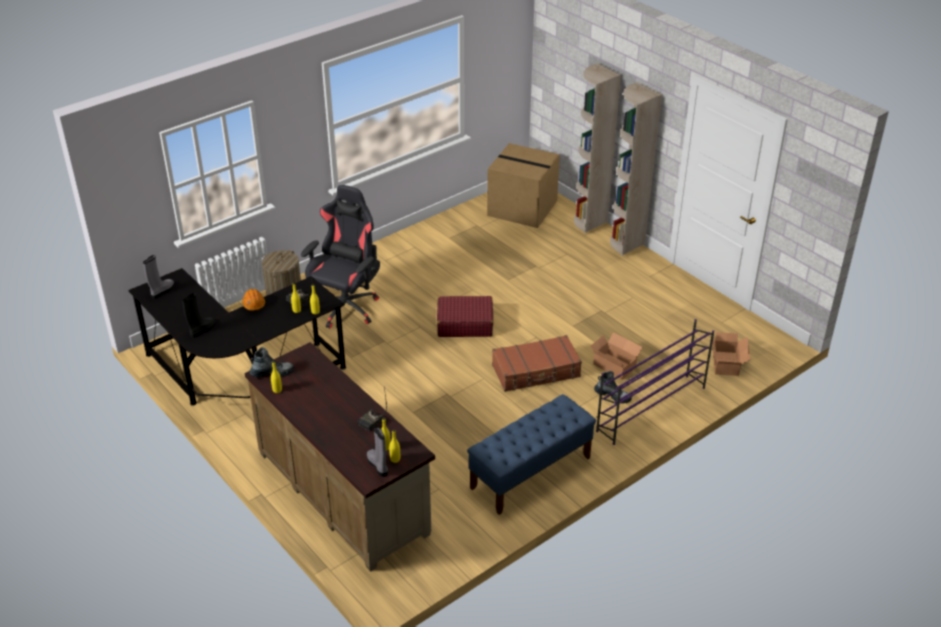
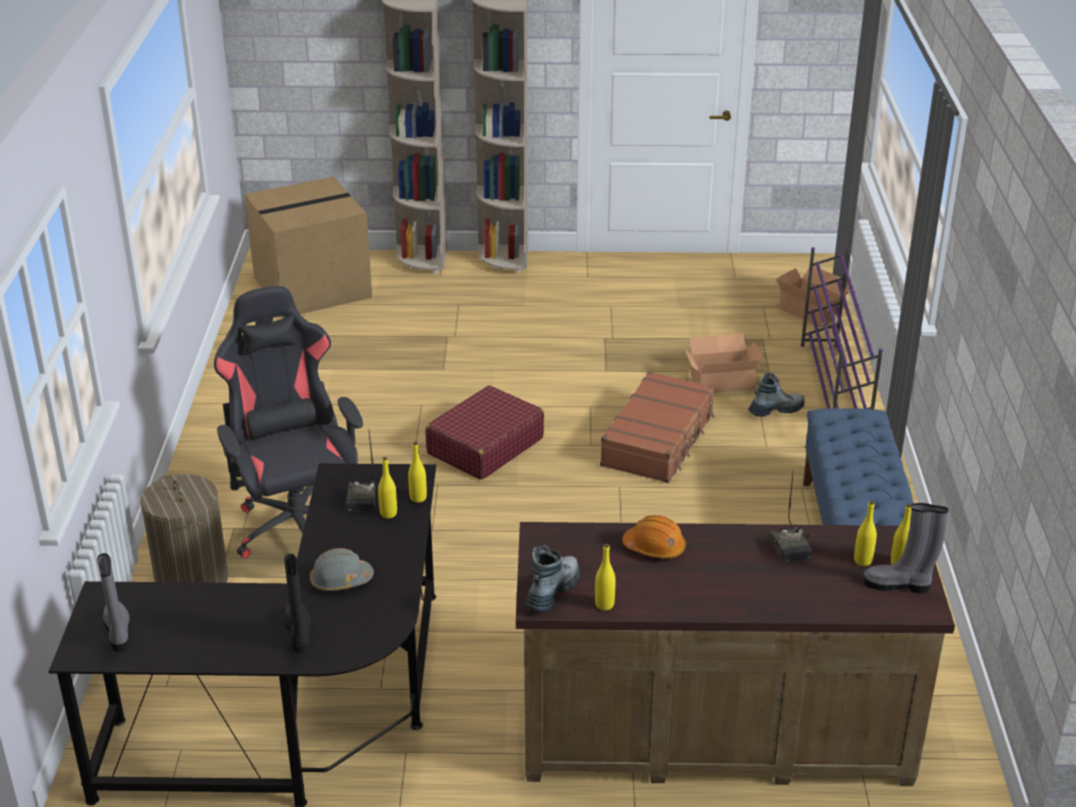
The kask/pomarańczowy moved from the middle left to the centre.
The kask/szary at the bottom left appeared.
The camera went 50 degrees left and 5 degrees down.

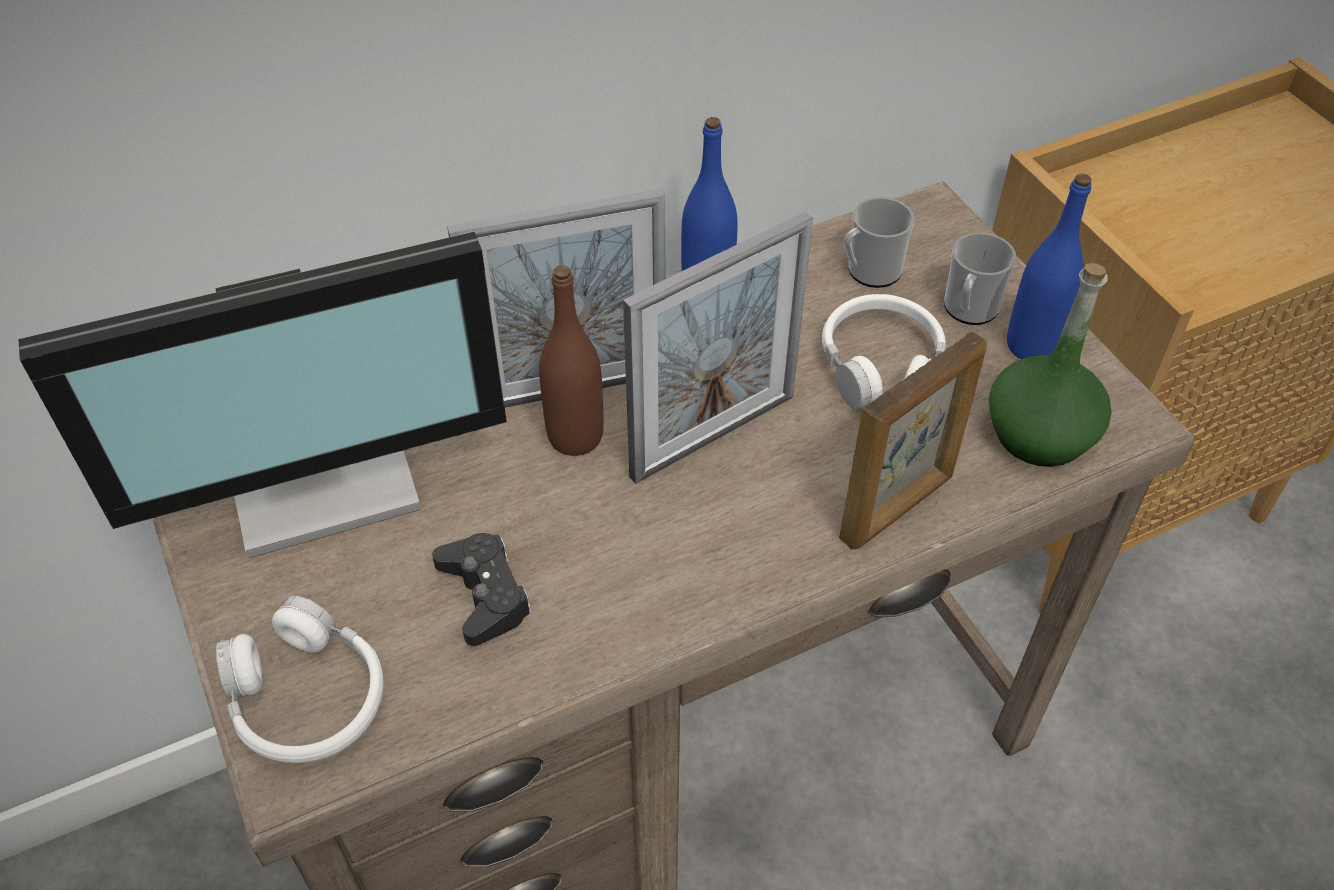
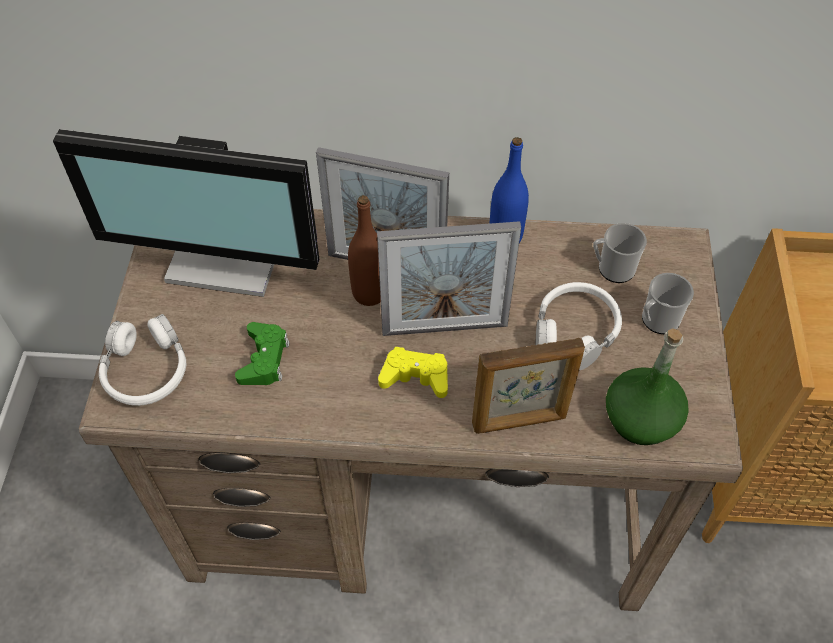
The pad do gier/czarny at the centre became the pad do gier/zielony at the middle left.
The butelka/niebieski (2nd from left) at the top right disappeared.
The pad do gier/żółty at the centre appeared.
The camera went 30 degrees right and 5 degrees up.

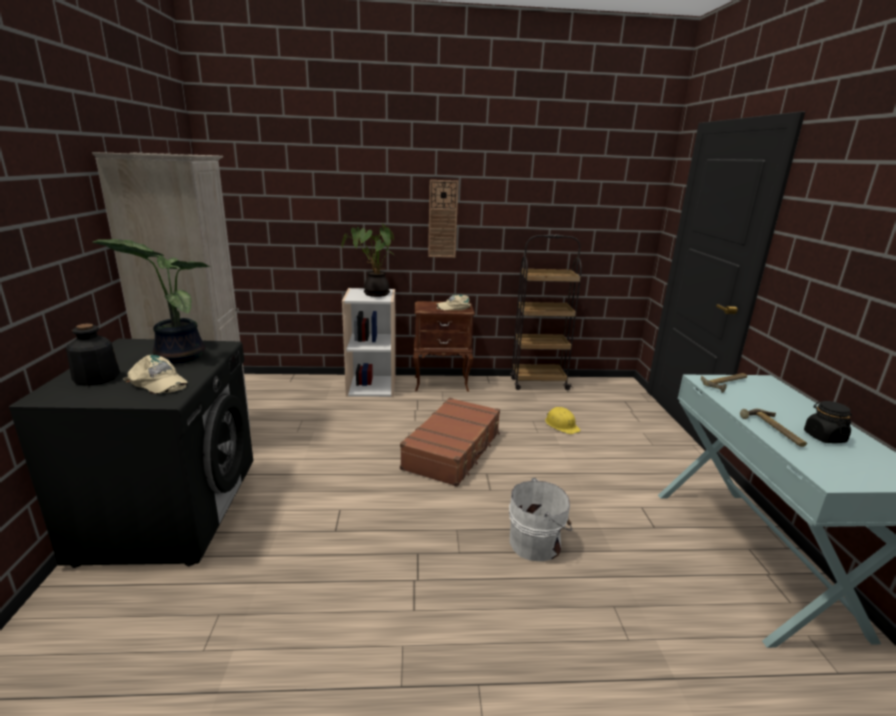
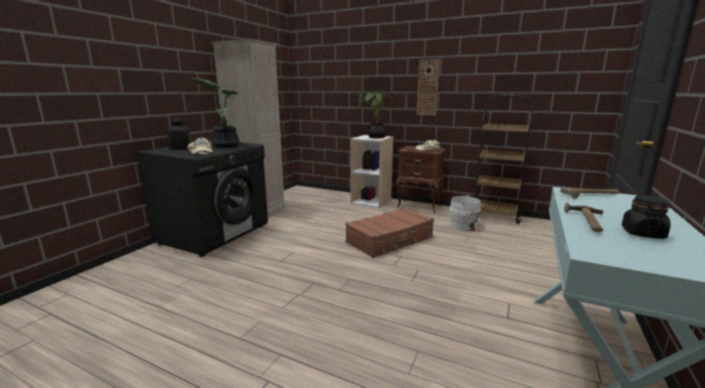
The wiadro/biały moved from the bottom centre to the centre.
The kask/żółty at the centre disappeared.
The camera went 30 degrees right and 5 degrees down.

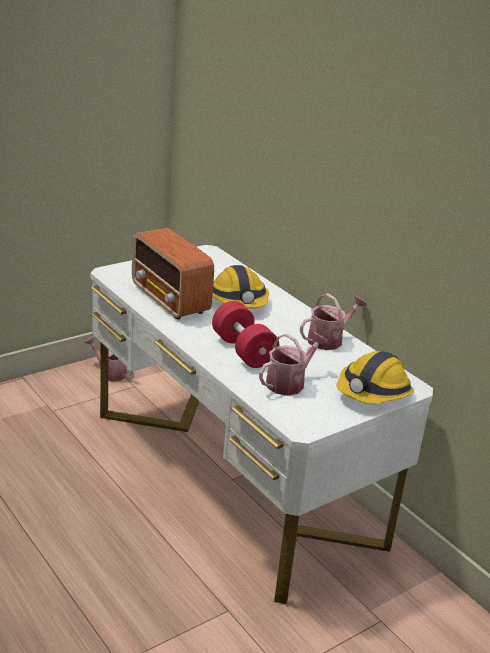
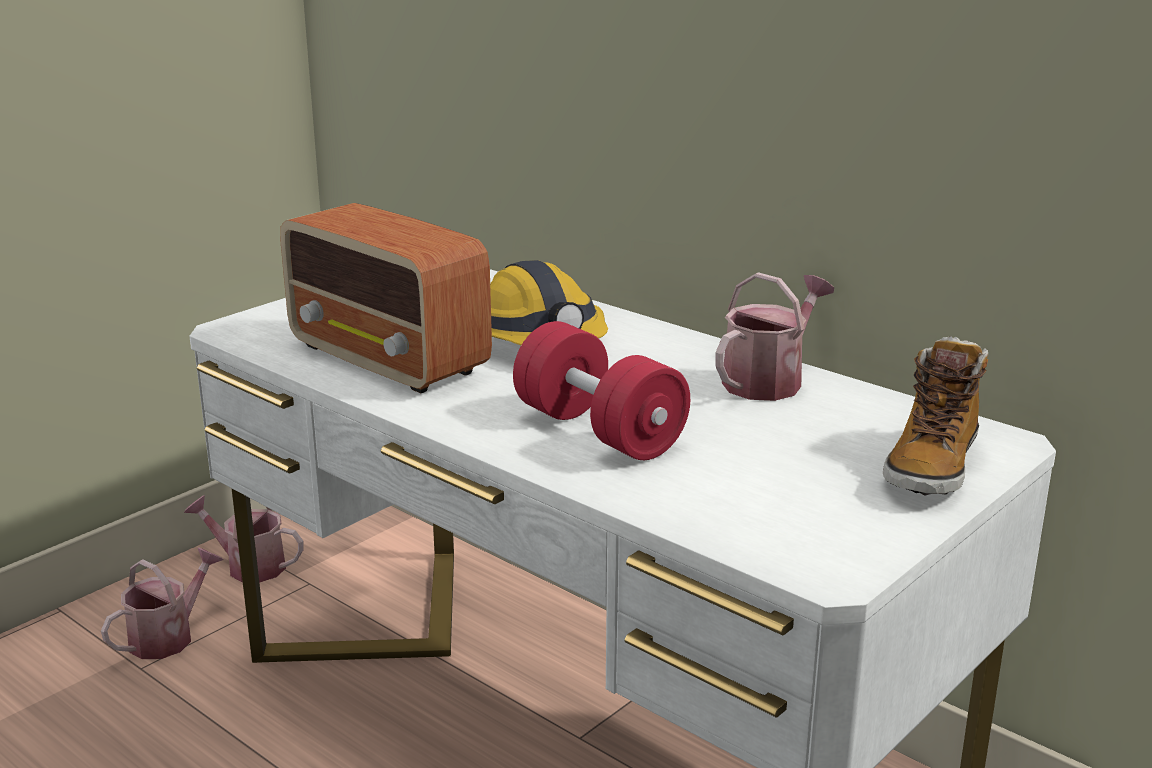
The konewka (2nd from left in the first image) moved from the centre to the bottom left.
The kask (2nd from left) at the middle right was replaced by the but z cholewką at the middle right.
The camera went 10 degrees left and 5 degrees down.

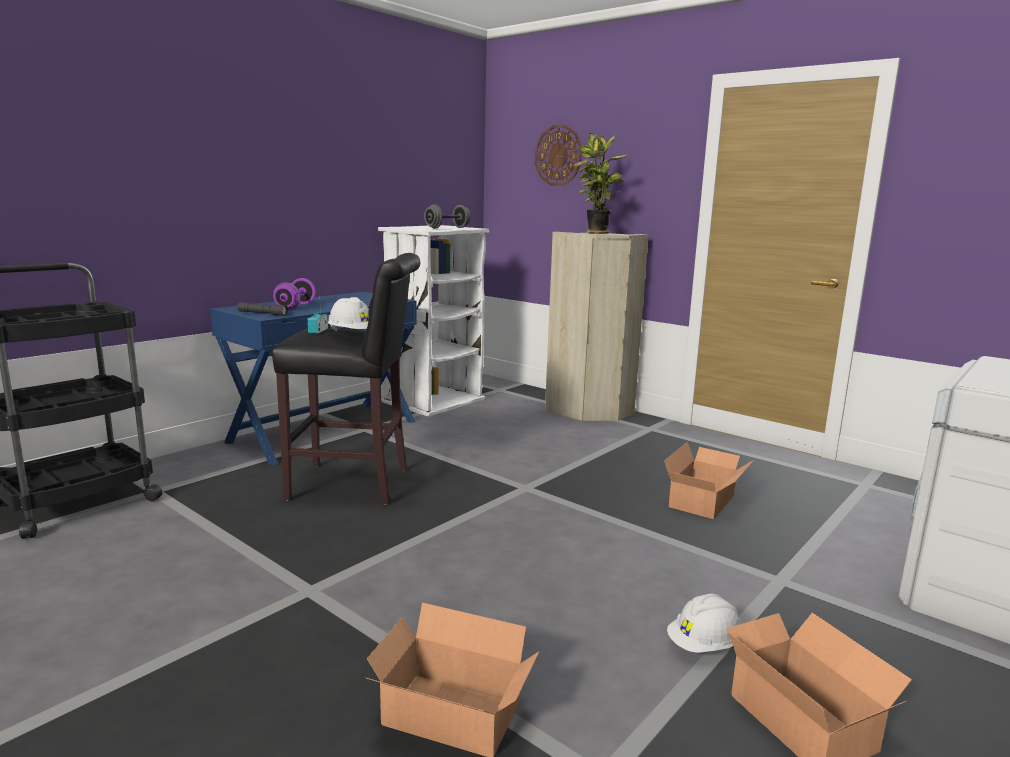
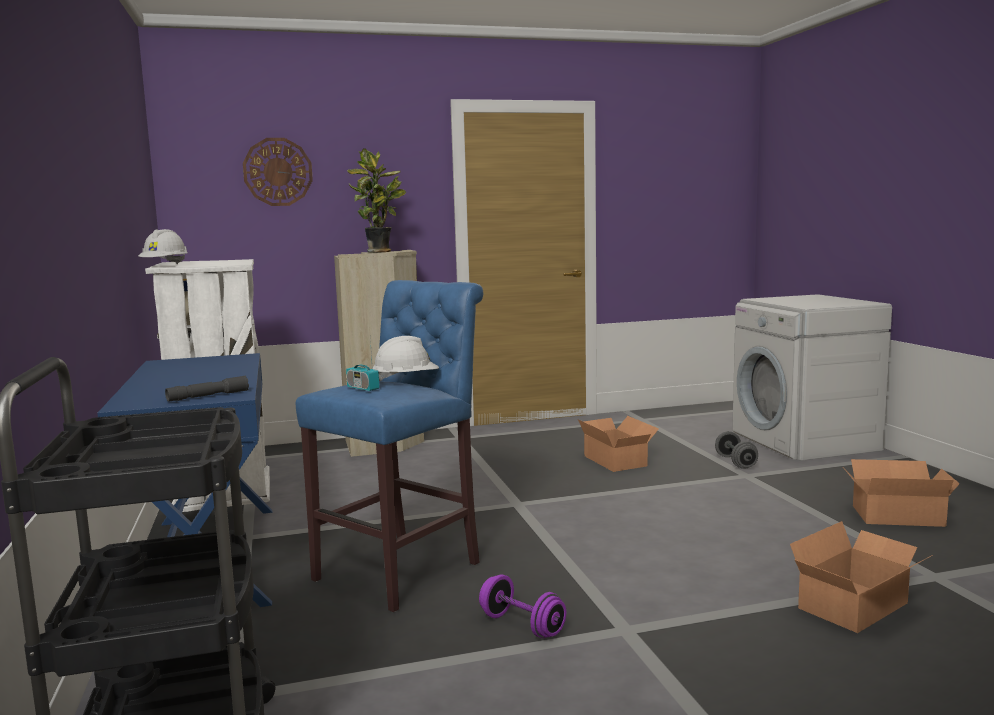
The stołek/czarny at the centre became the stołek/niebieski at the centre.
The hantel/fioletowy moved from the middle left to the bottom centre.
The hantel/szary moved from the top centre to the middle right.
The kask/biały (2nd from left in the first image) moved from the bottom right to the middle left.
The camera went 55 degrees left and 5 degrees down.

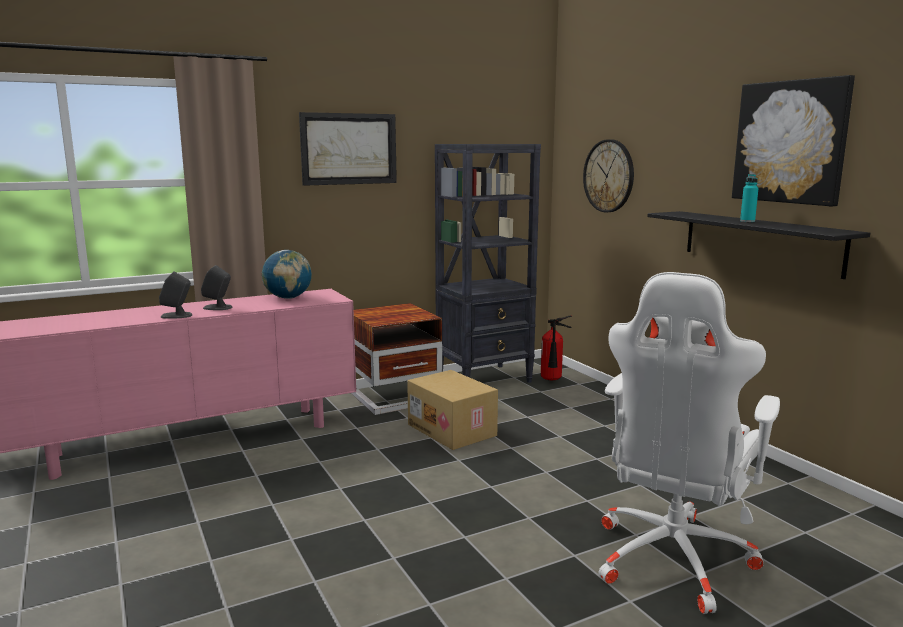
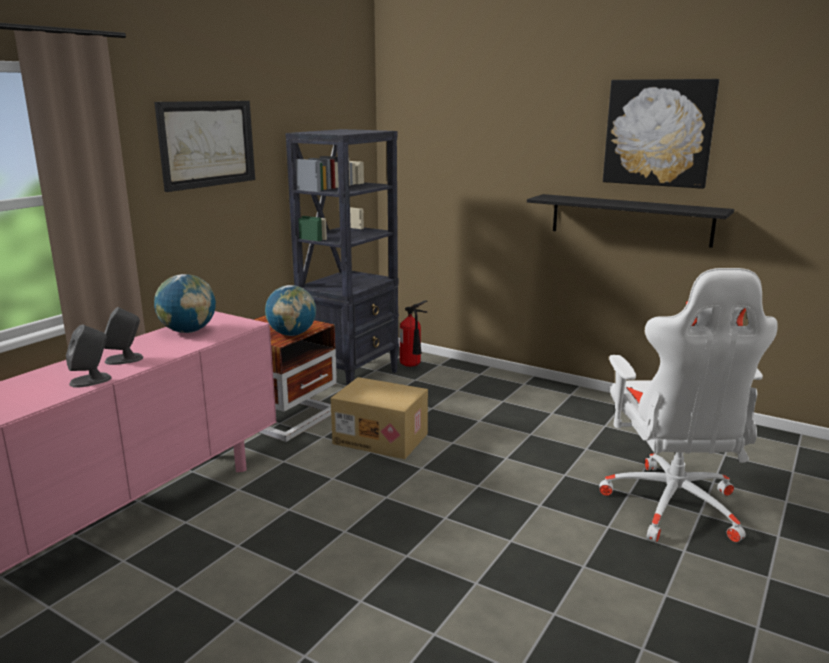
The zegar ścienny at the top right disappeared.
The butelka/turkusowy at the top right disappeared.
The globus (2nd from left) at the centre appeared.
The camera went 30 degrees left and 5 degrees up.

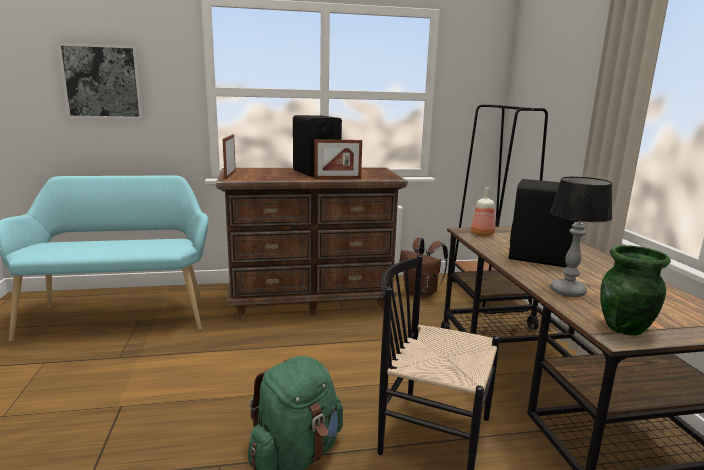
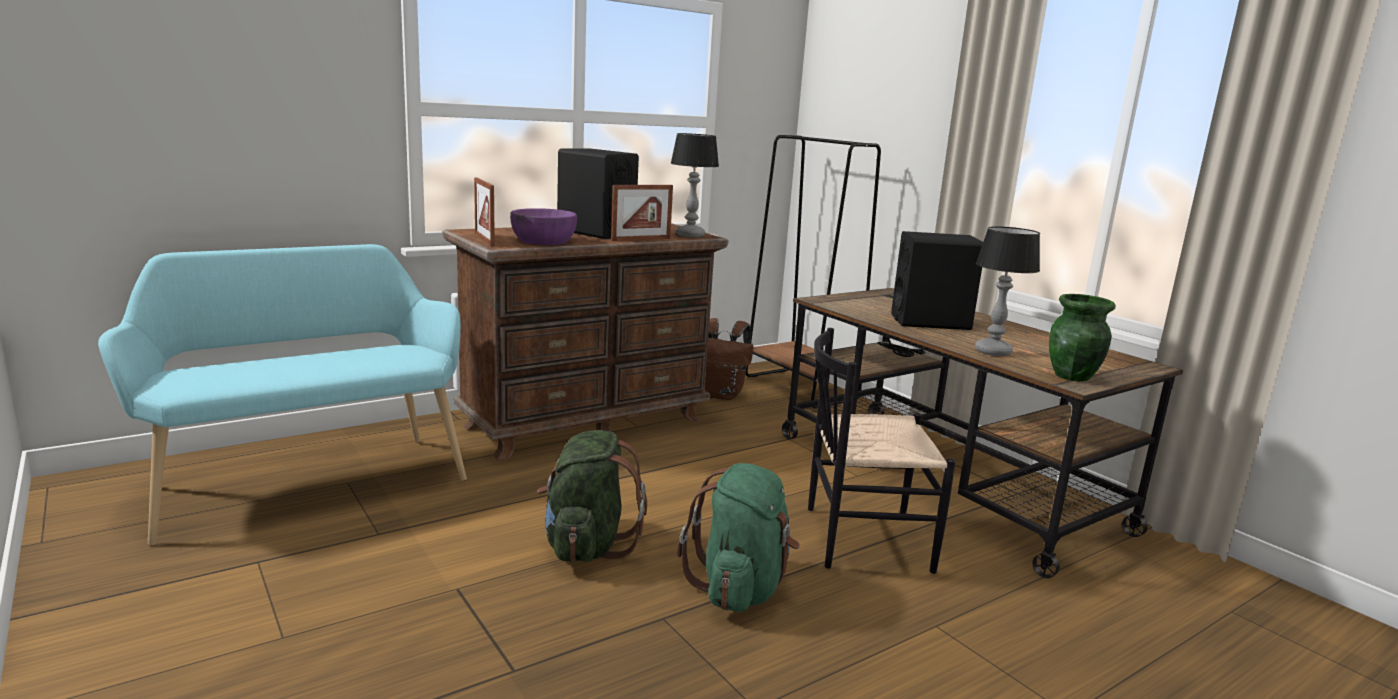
The obraz at the top left disappeared.
The butelka at the middle right disappeared.
The miska/fioletowy at the top centre appeared.
The plecak/zielony (1st from left) at the bottom centre appeared.
The lampa stołowa (1st from left) at the top centre appeared.
The camera went 25 degrees left and 0 degrees up.

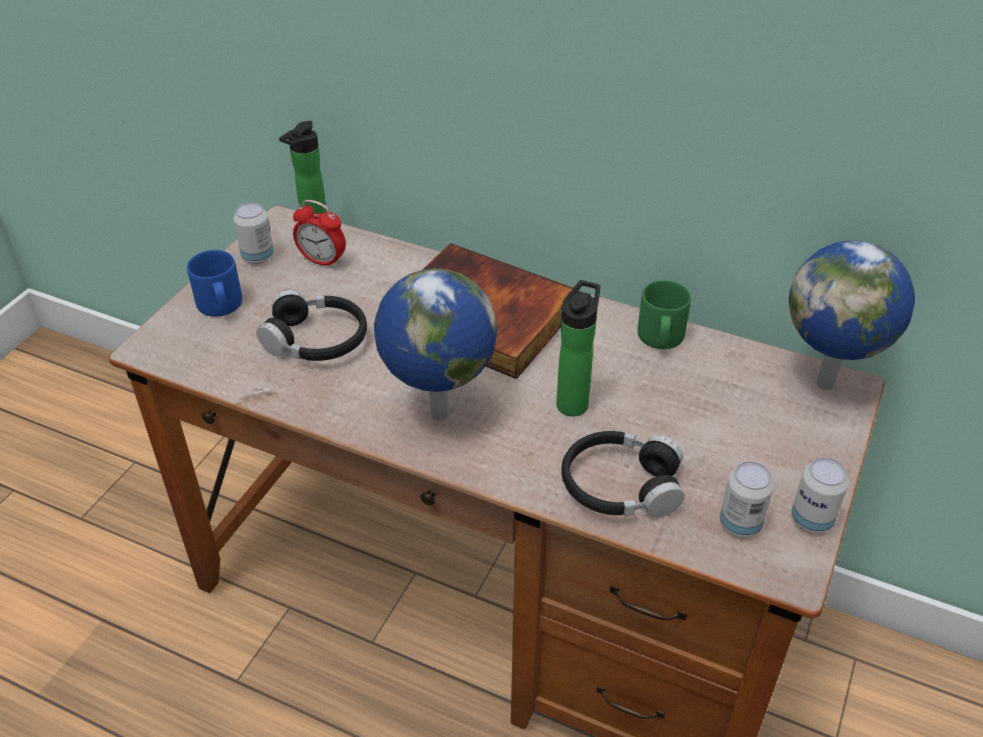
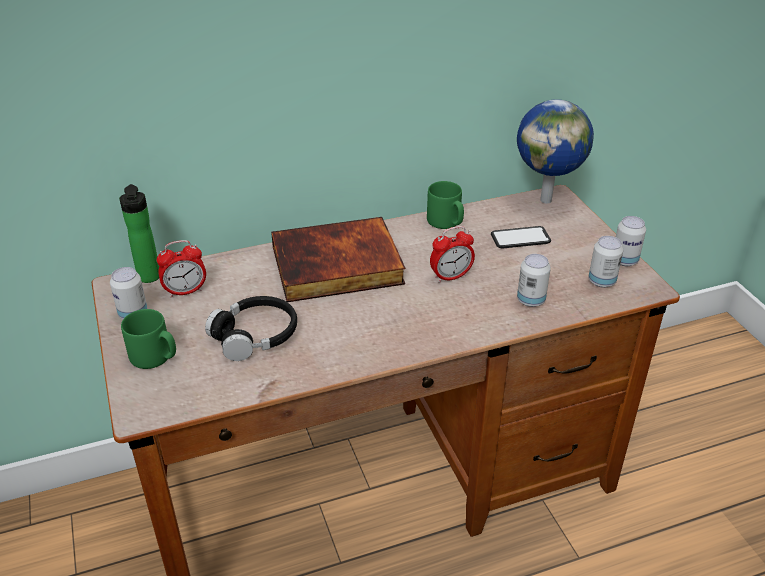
The kubek/niebieski at the middle left became the kubek/zielony (1st from left) at the middle left.
The globus (1st from left) at the centre disappeared.
The butelka (2nd from left) at the centre was replaced by the budzik (2nd from left) at the centre.
The słuchawki/czarny (2nd from left) at the centre was replaced by the puszka (2nd from left) at the middle right.
The telefon at the middle right appeared.
The camera went 45 degrees left and 5 degrees down.

